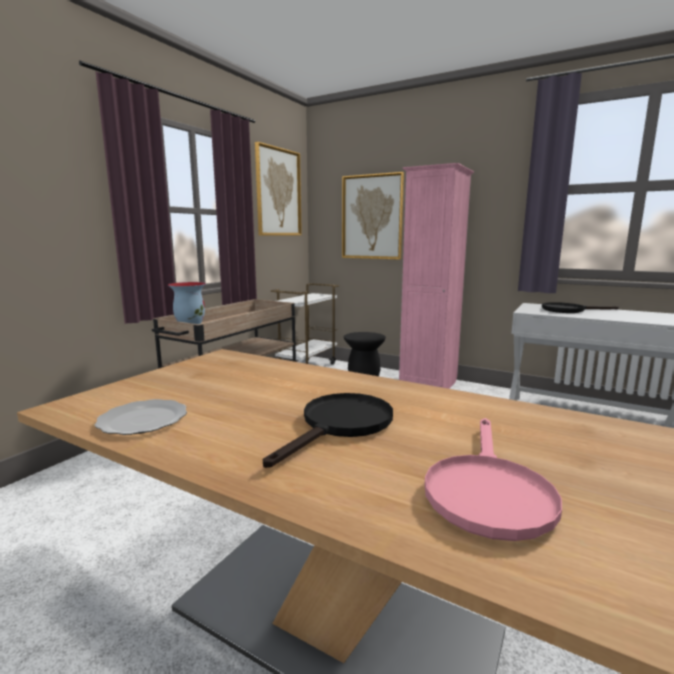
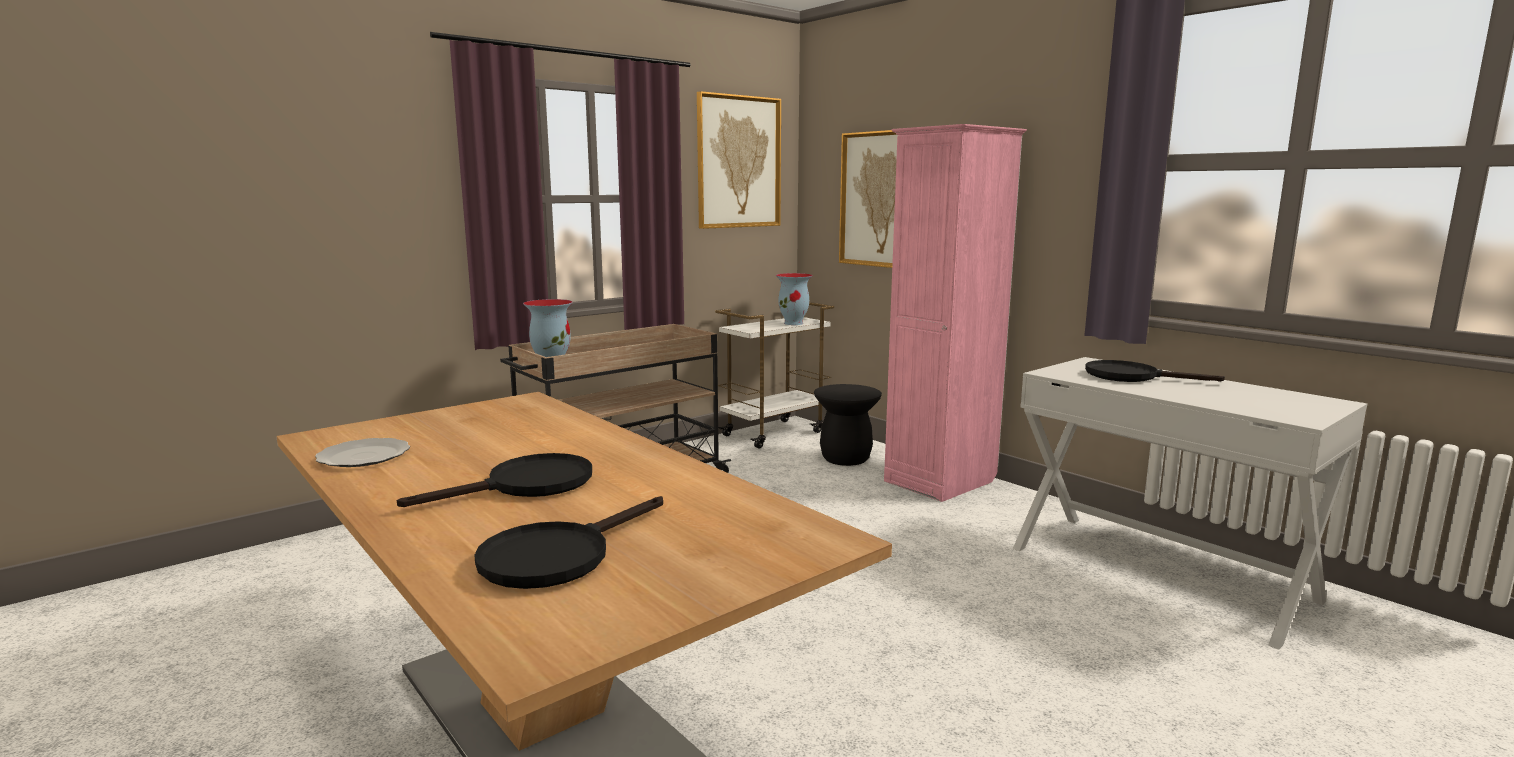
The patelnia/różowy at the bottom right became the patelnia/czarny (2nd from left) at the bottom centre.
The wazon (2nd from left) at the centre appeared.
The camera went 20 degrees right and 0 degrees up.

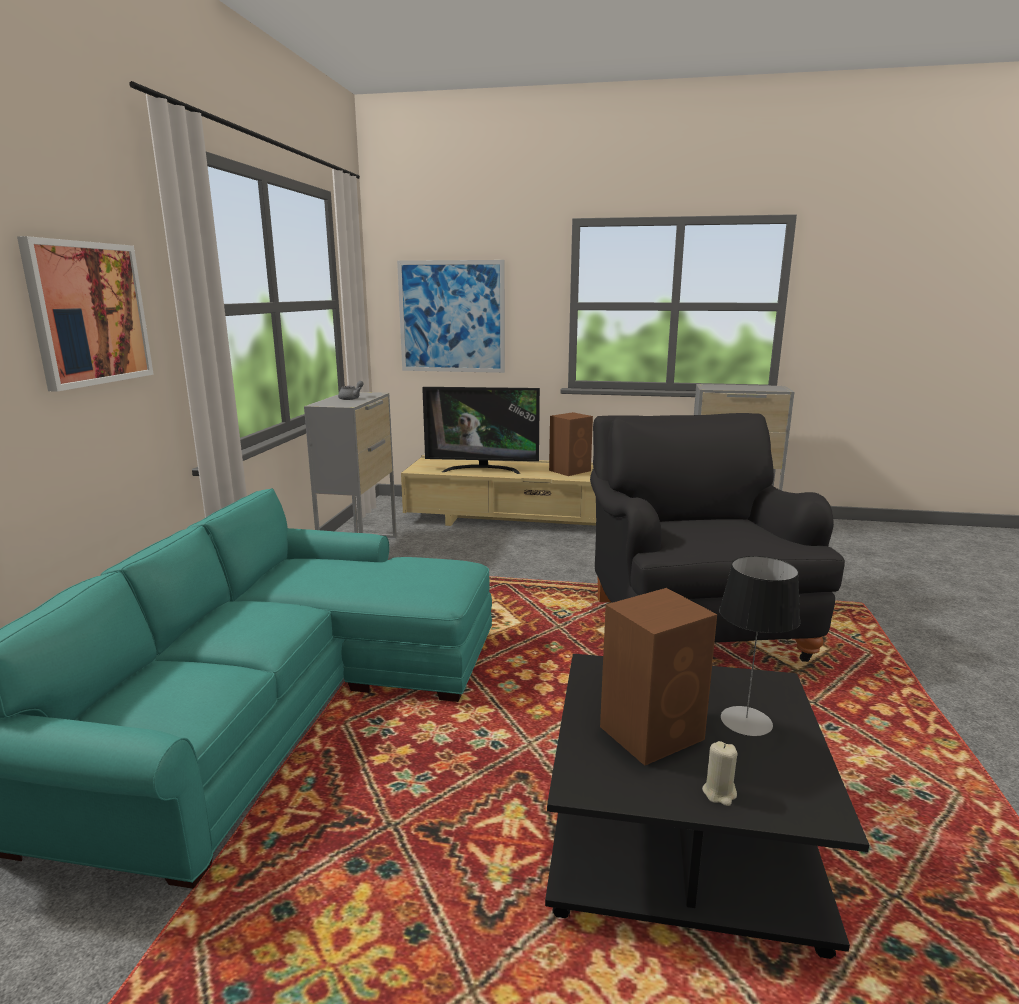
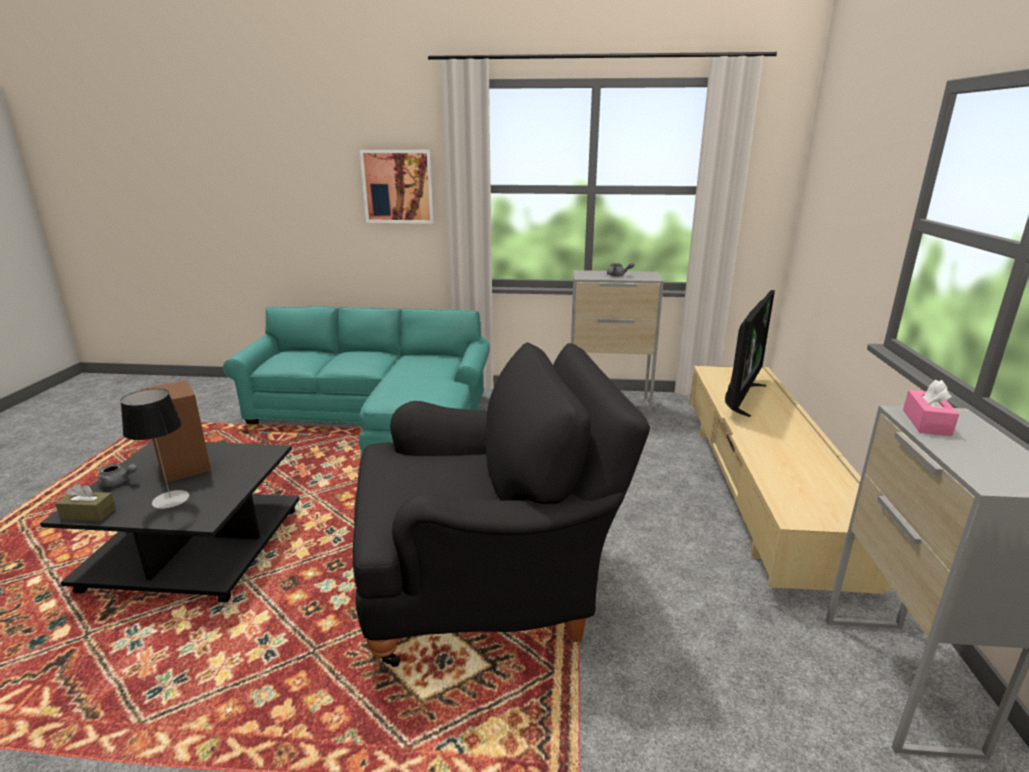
The obraz (2nd from left) at the top centre disappeared.
The telewizor at the centre turned 150 degrees counterclockwise.
The głośnik/brązowy (1st from left) at the centre disappeared.
The świeca/beżowy at the bottom right was replaced by the imbryk/szary (1st from left) at the middle left.
The pudełko chusteczek/brązowy at the middle left appeared.
The pudełko chusteczek/różowy at the middle right appeared.
The camera went 85 degrees right and 5 degrees up.

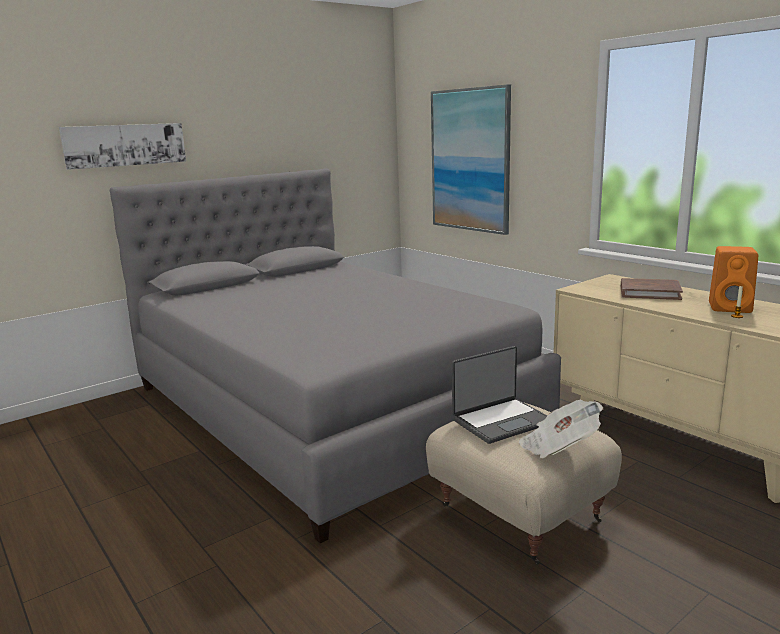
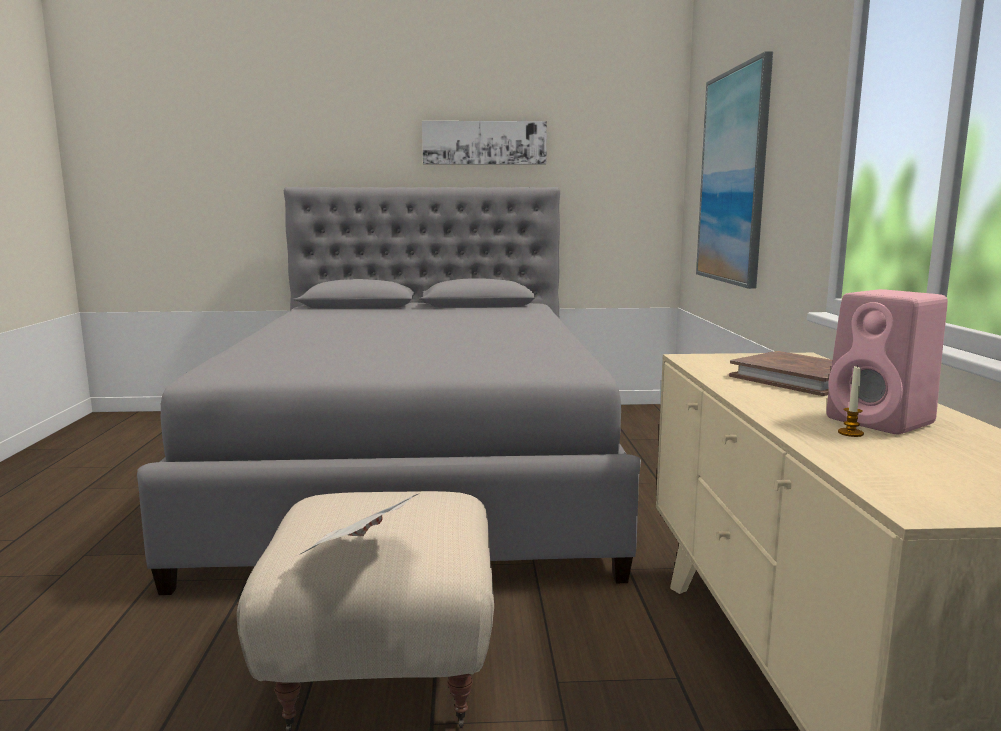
The obraz (1st from left) moved from the top left to the top centre.
The laptop at the centre disappeared.
The głośnik/pomarańczowy at the middle right became the głośnik/różowy at the middle right.
The camera went 35 degrees right and 5 degrees down.

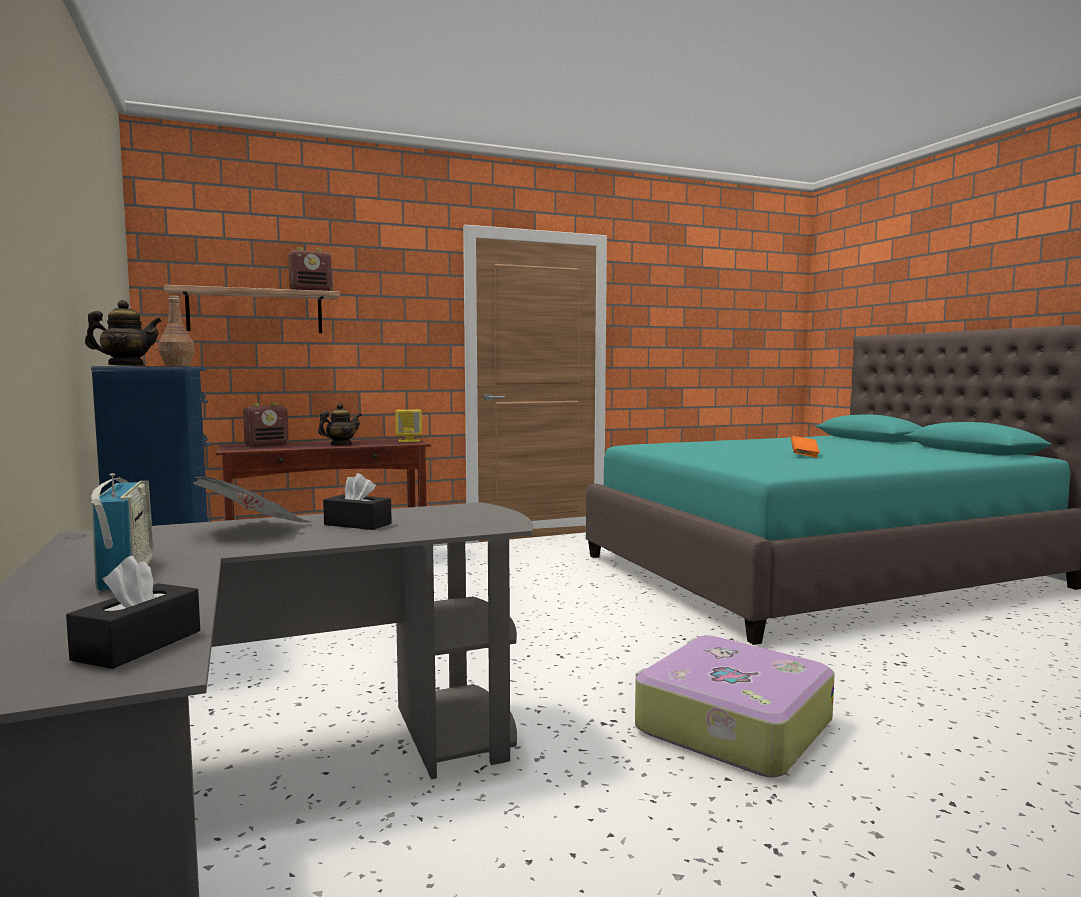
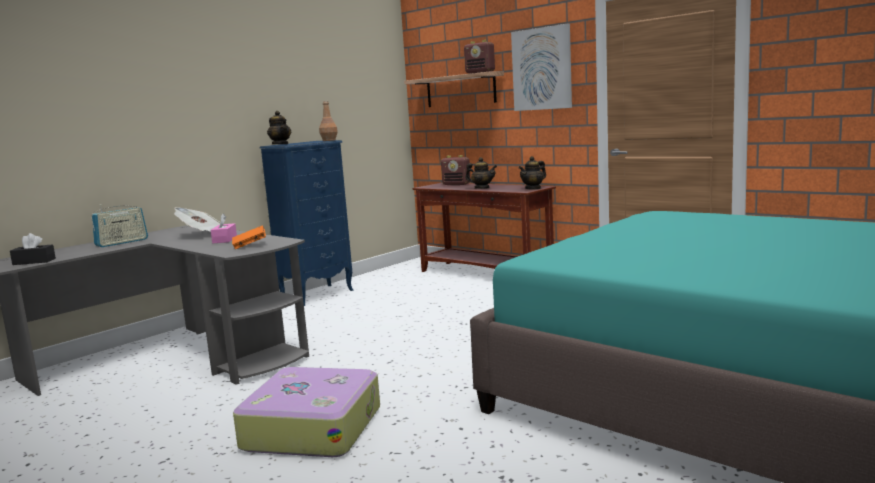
The pudełko chusteczek/czarny (2nd from left) at the middle left became the pudełko chusteczek/różowy at the middle left.
The głośnik/żółty at the centre was replaced by the imbryk (3rd from left) at the centre.
The książka/pomarańczowy moved from the middle right to the middle left.
The obraz at the top centre appeared.
The camera went 65 degrees right and 5 degrees up.

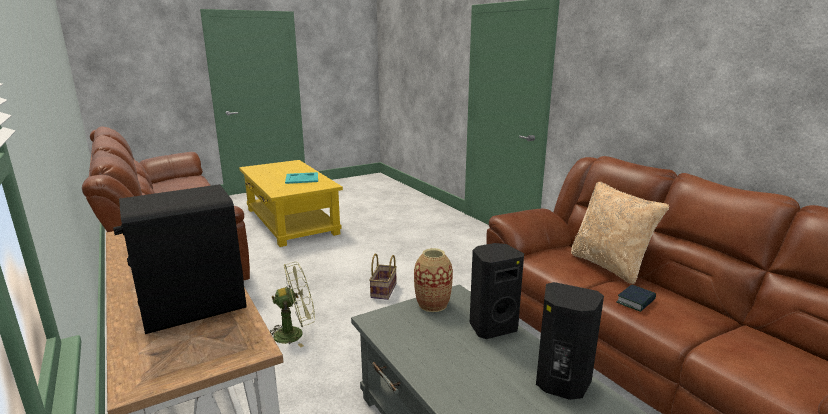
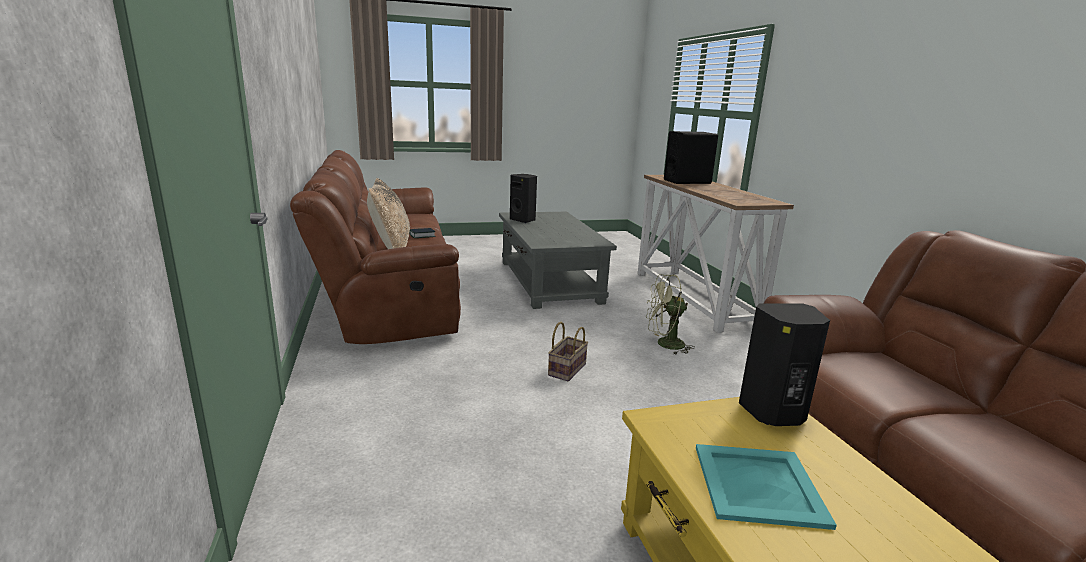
The wazon at the bottom centre disappeared.
The głośnik/czarny (2nd from left in the first image) moved from the bottom centre to the middle right.
The camera went 165 degrees left and 0 degrees up.

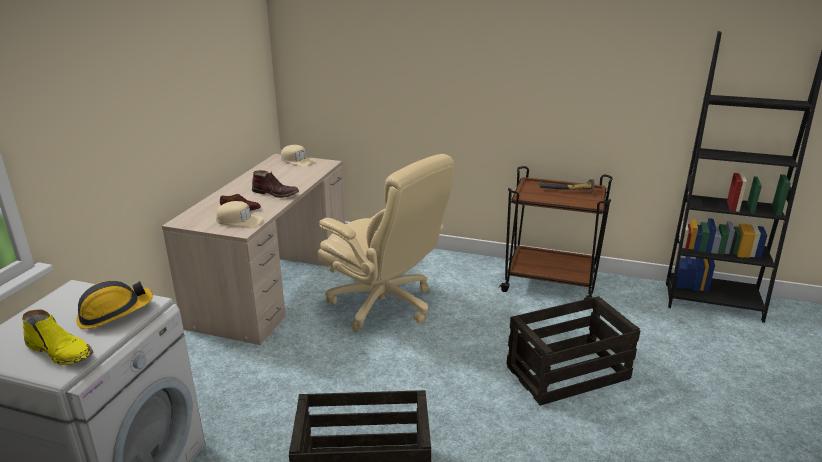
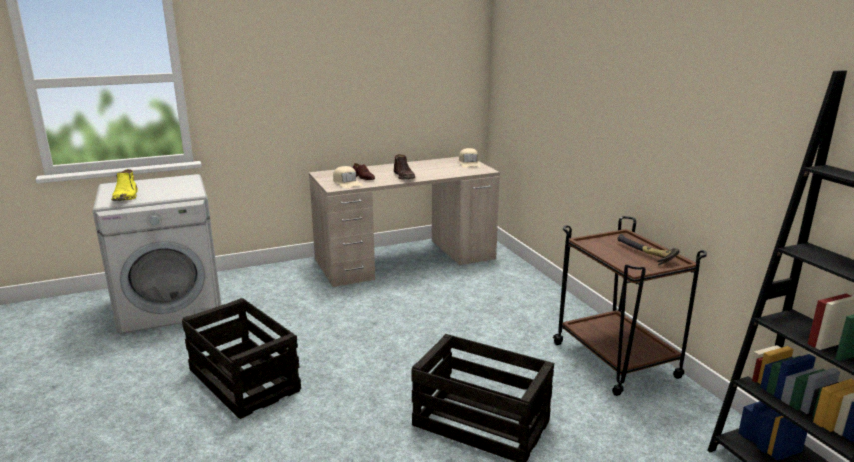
The kask at the middle left disappeared.
The krzesło biurowe/beżowy at the centre disappeared.
The camera went 50 degrees right and 5 degrees down.

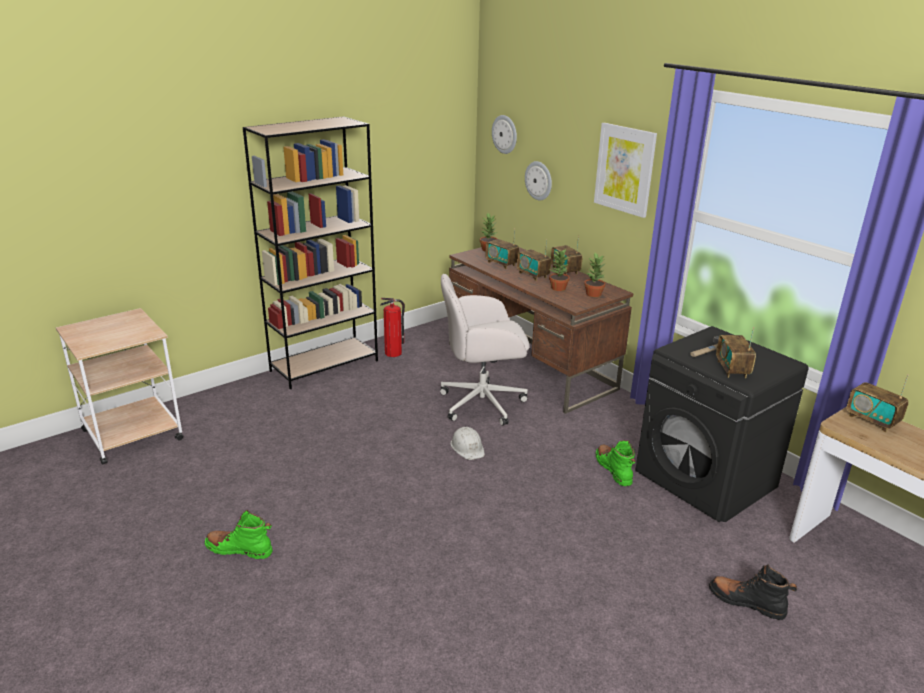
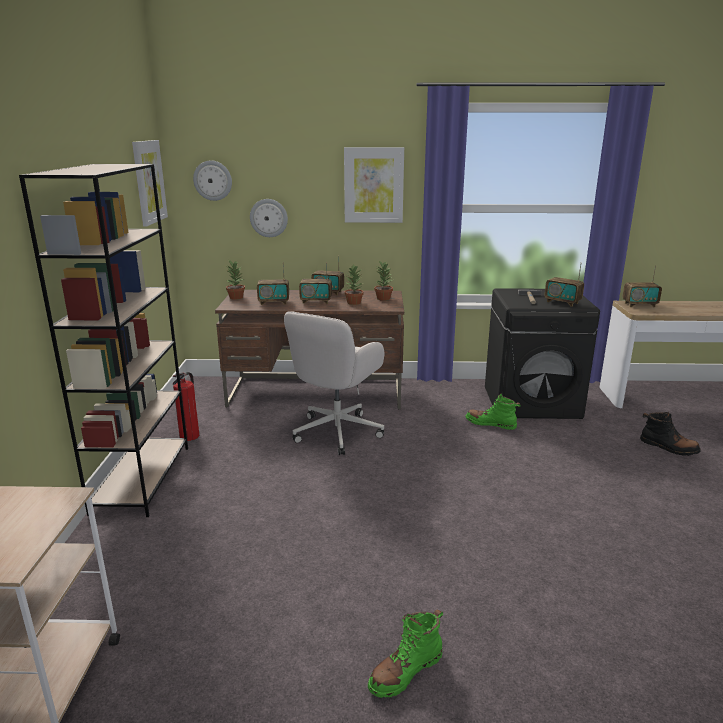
The kask/biały at the centre disappeared.
The but z cholewką/czarny at the bottom right turned 120 degrees counterclockwise.
The obraz (1st from left) at the top left appeared.
The camera went 50 degrees left and 5 degrees down.

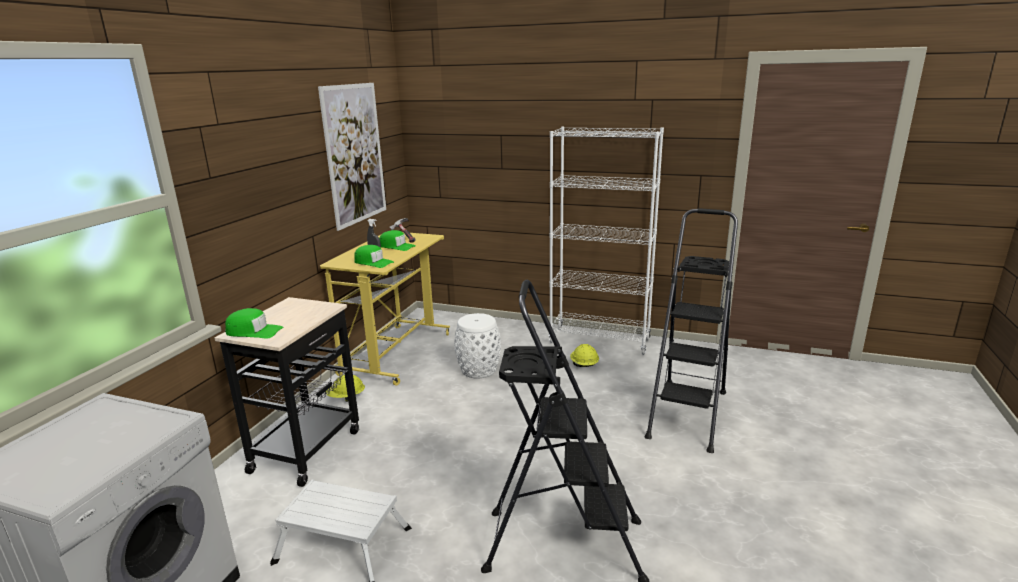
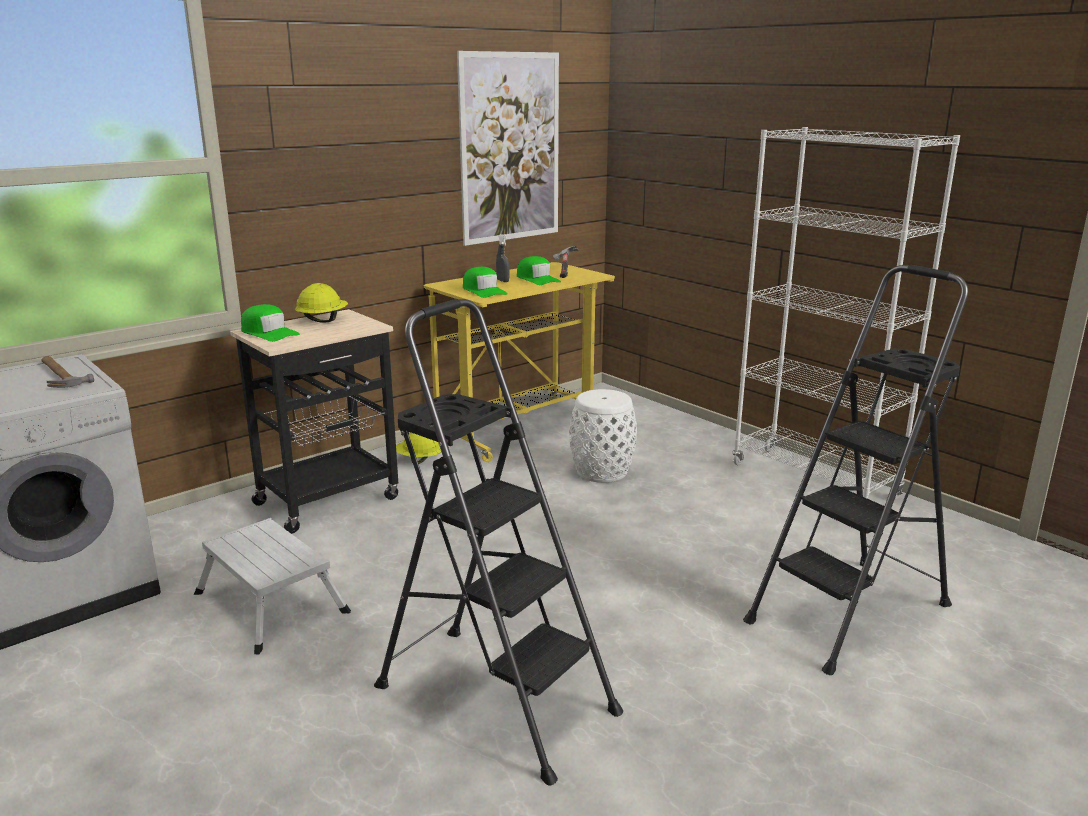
The kask/żółty (2nd from left in the first image) moved from the centre to the middle left.
The młotek (1st from left) at the middle left appeared.
The camera went 30 degrees right and 0 degrees up.

